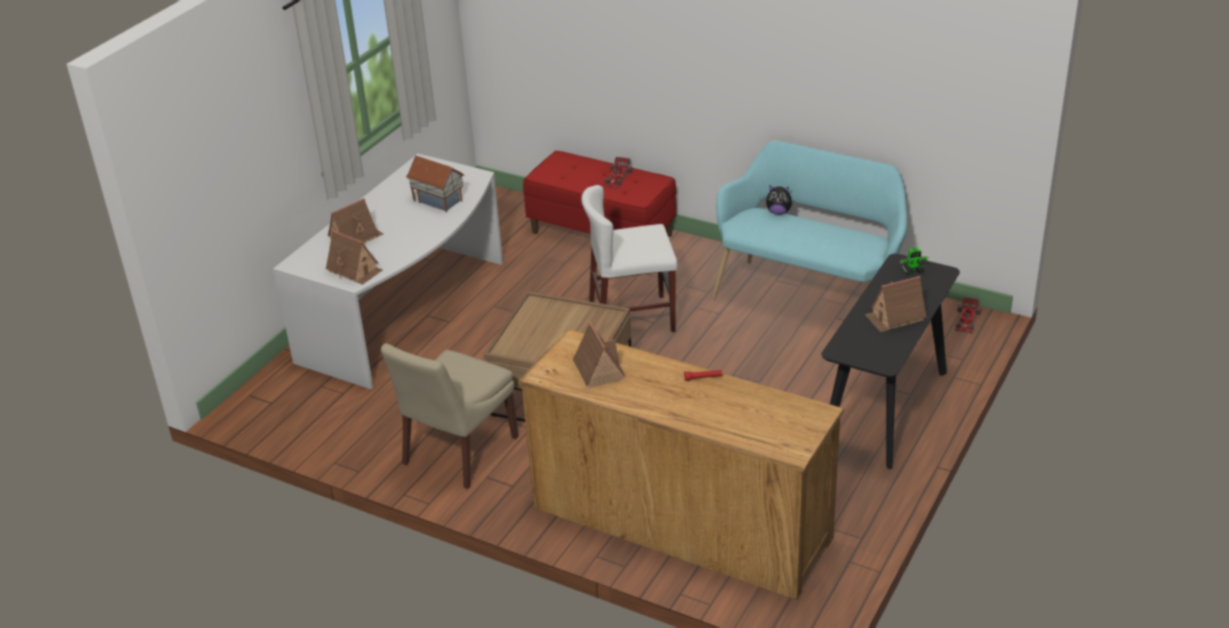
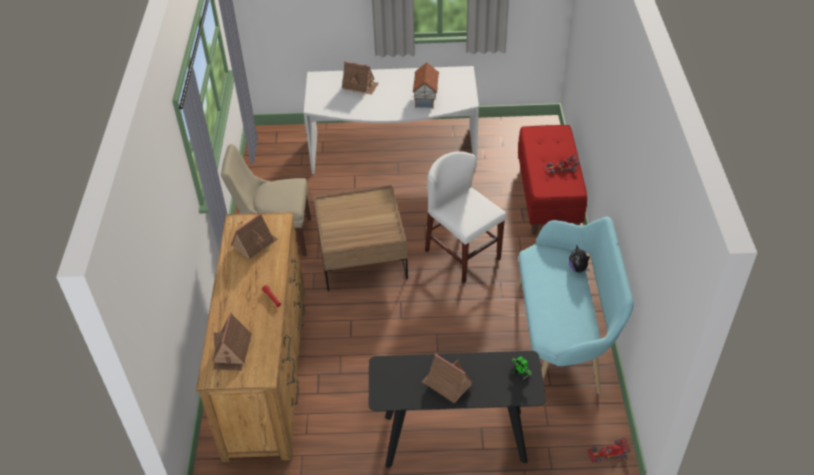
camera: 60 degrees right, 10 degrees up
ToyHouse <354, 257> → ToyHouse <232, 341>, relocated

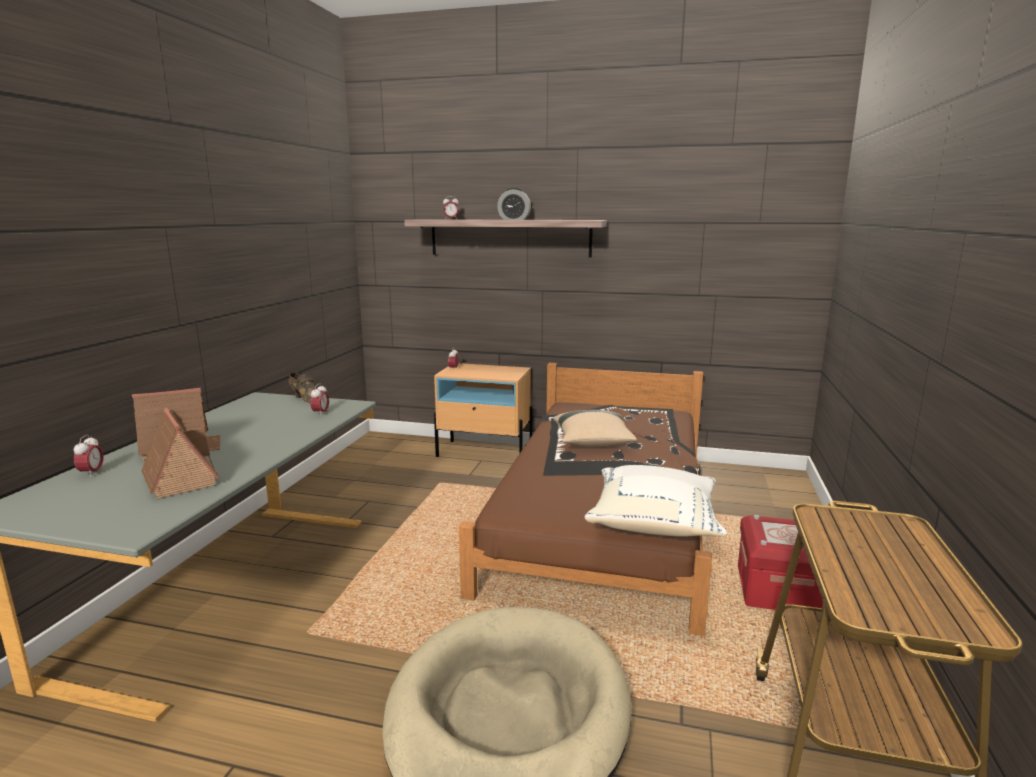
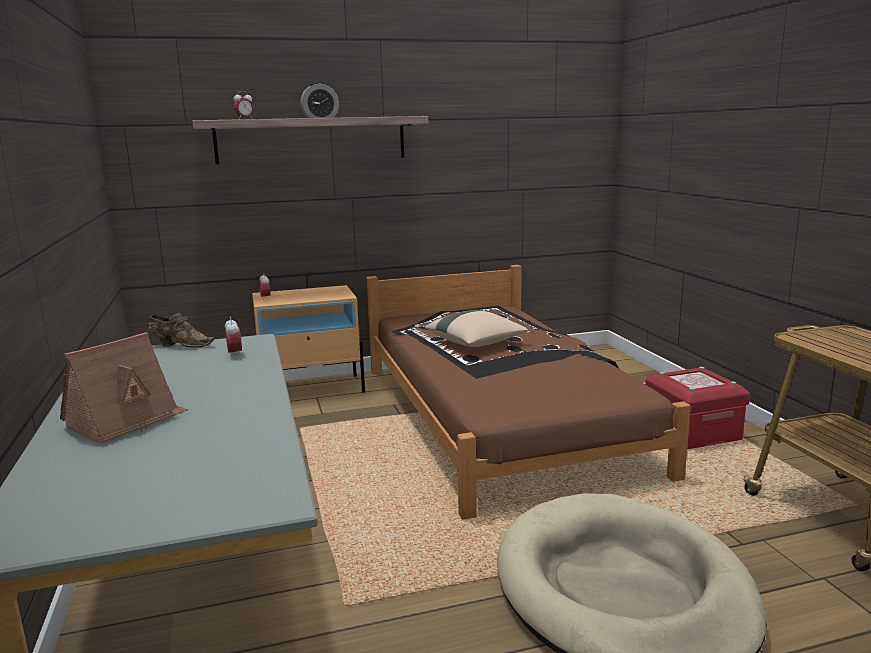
camera: 30 degrees left, 0 degrees up
AlarmClock <88, 456> → -
ToyHouse <180, 453> → -
WhitePillow <656, 501> → -

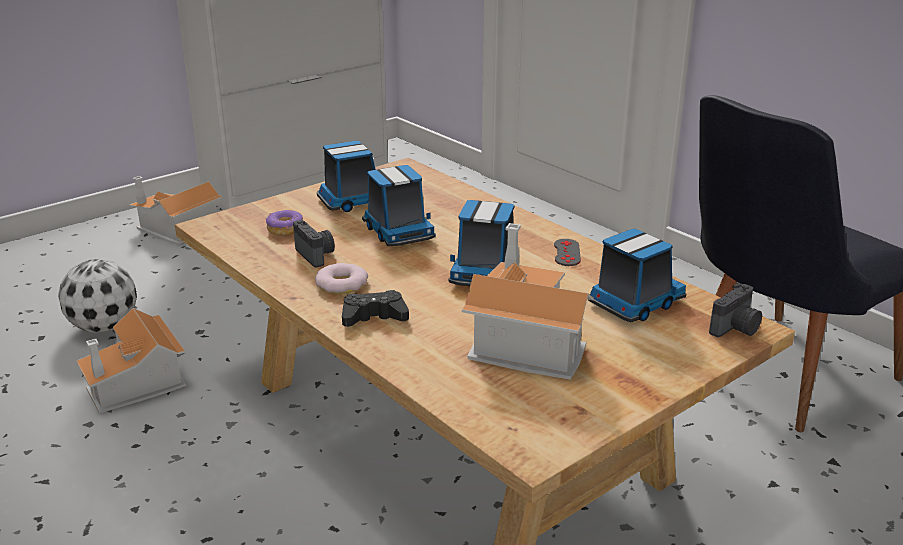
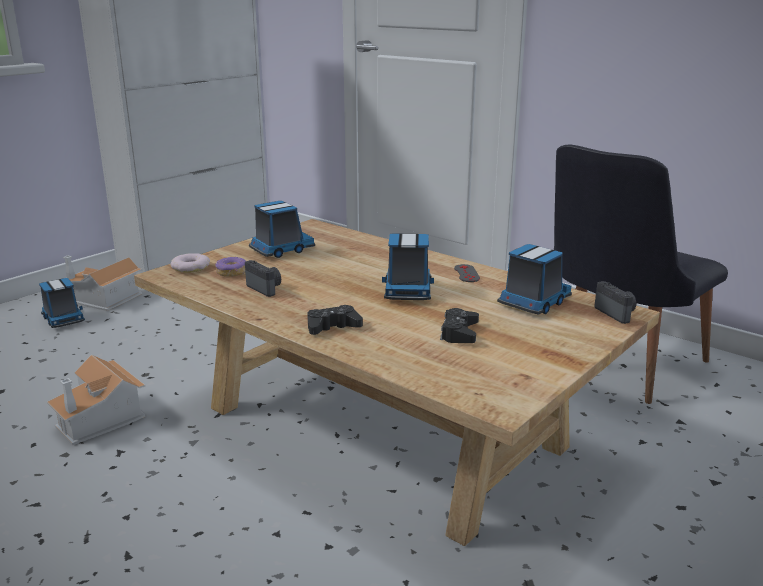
camera: 10 degrees left, 5 degrees down
Football <97, 295> → -
Donut <341, 278> → Donut <190, 263>, relocated
ToyTruck <399, 205> → ToyTruck <62, 303>, relocated
ToyHouse <528, 301> → BlackGameController <459, 325>
PhotoCamera <735, 310> → PhotoCamera <615, 302>, 60 degrees counterclockwise

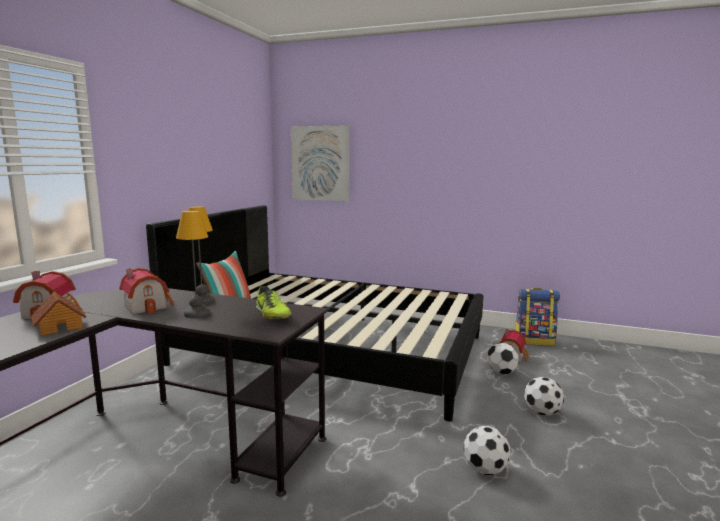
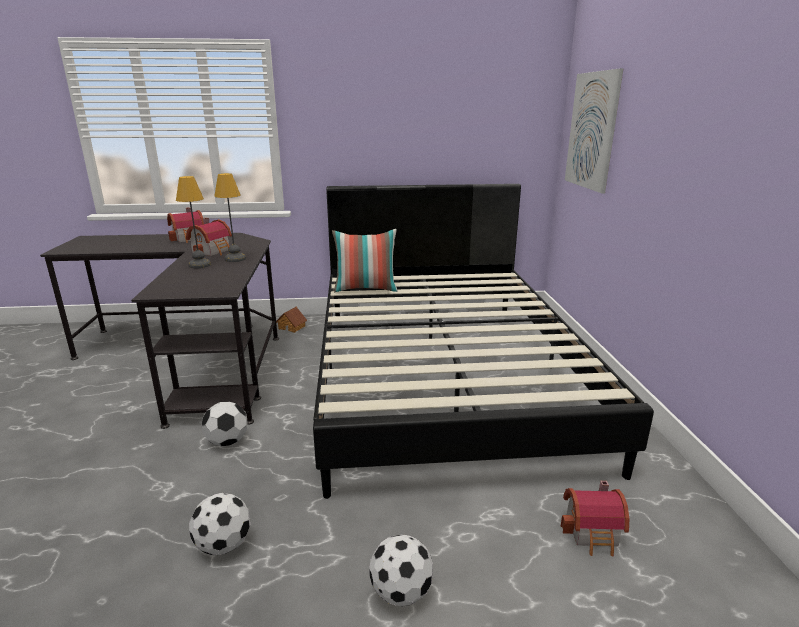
camera: 65 degrees right, 10 degrees up
Shoe <274, 302> → -
Backpack <537, 317> → -
ToyHouse <59, 313> → ToyHouse <291, 319>, relocated
Football <503, 359> → Football <225, 424>, relocated

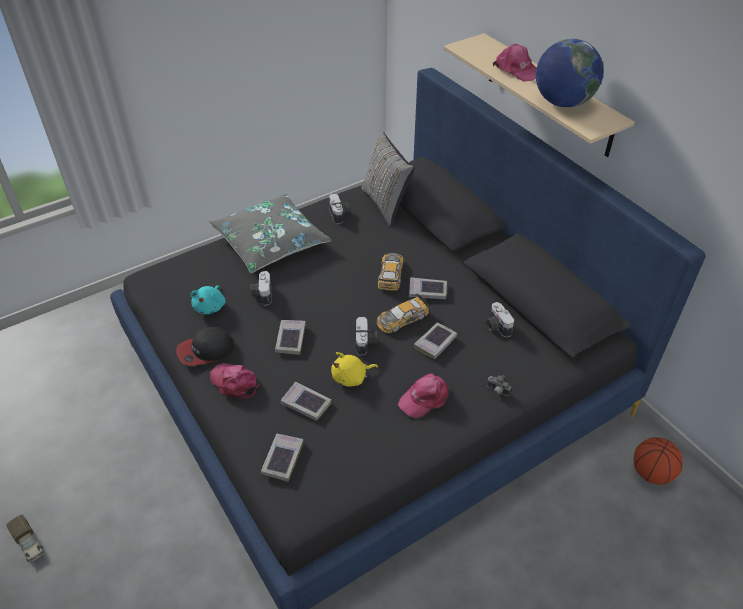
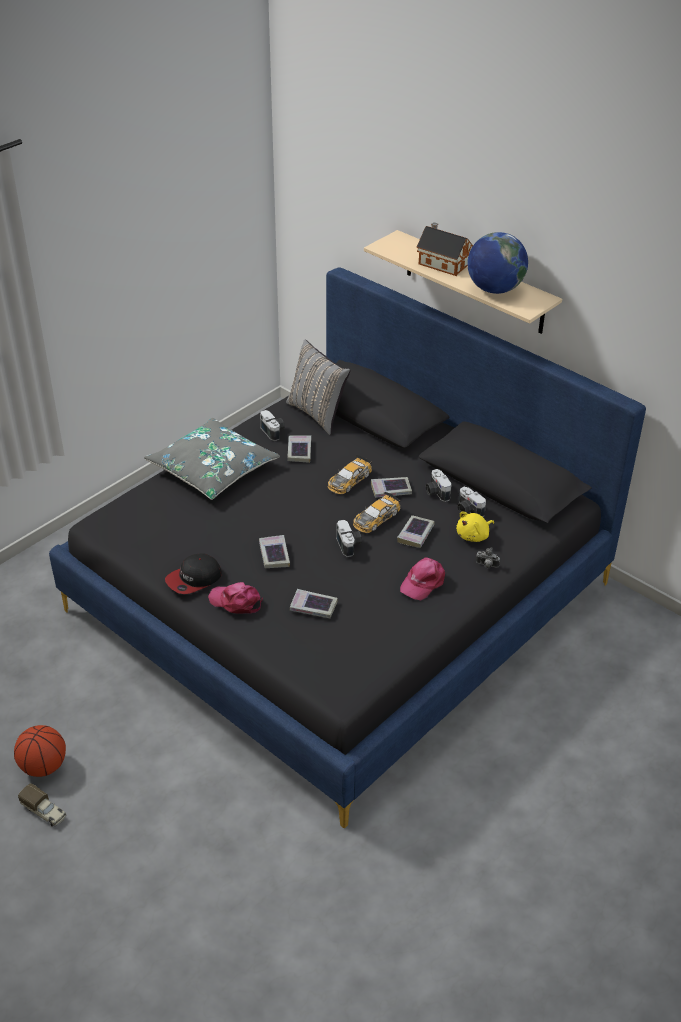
camera: 15 degrees left, 5 degrees down
TurquoisePlushToy <208, 299> → -
PhotoCamera <261, 288> → PhotoCamera <439, 485>, relocated
Book <282, 458> → Book <299, 449>, relocated
YellowPlushToy <354, 369> → YellowPlushToy <475, 526>, relocated
Basketball <658, 461> → Basketball <40, 751>, relocated
PinkCap <515, 63> → ToyHouse <444, 249>
ToyCar <390, 272> → ToyCar <349, 474>, 135 degrees counterclockwise

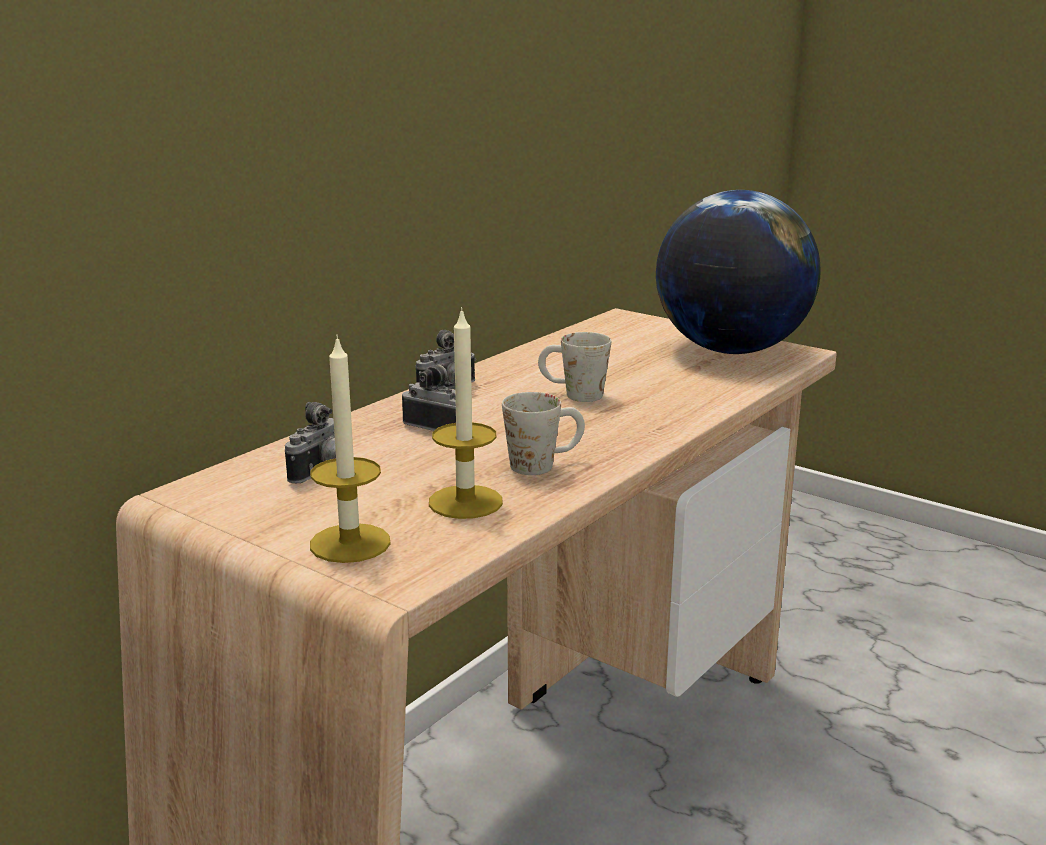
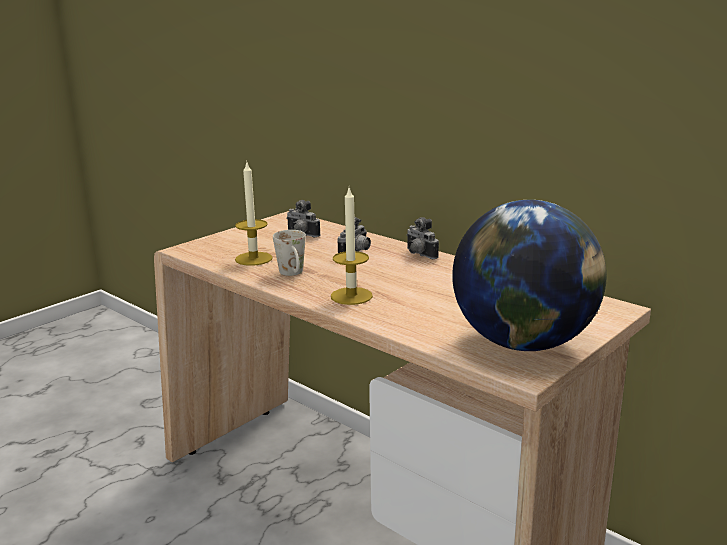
camera: 95 degrees right, 0 degrees up
WhiteMug <574, 367> → -
Candle <350, 449> → Candle <352, 246>, relocated

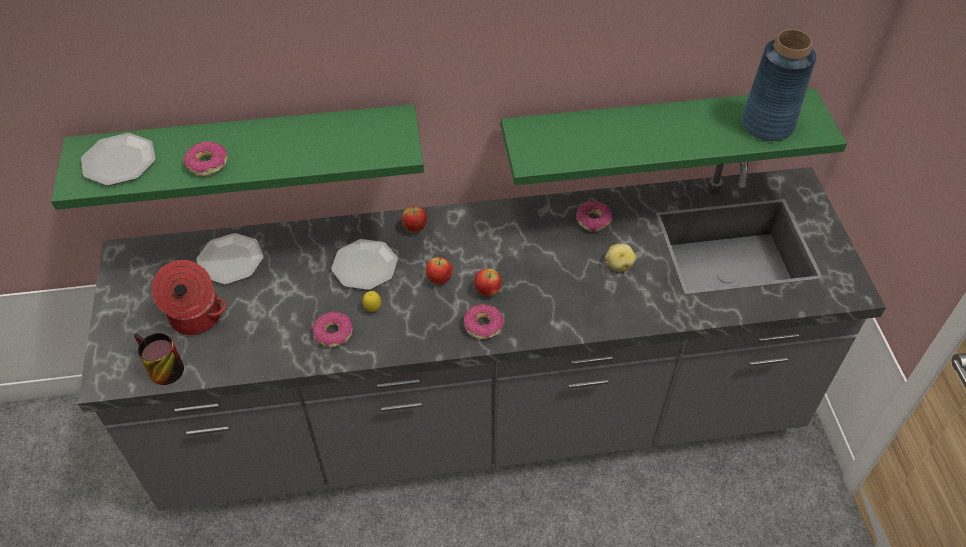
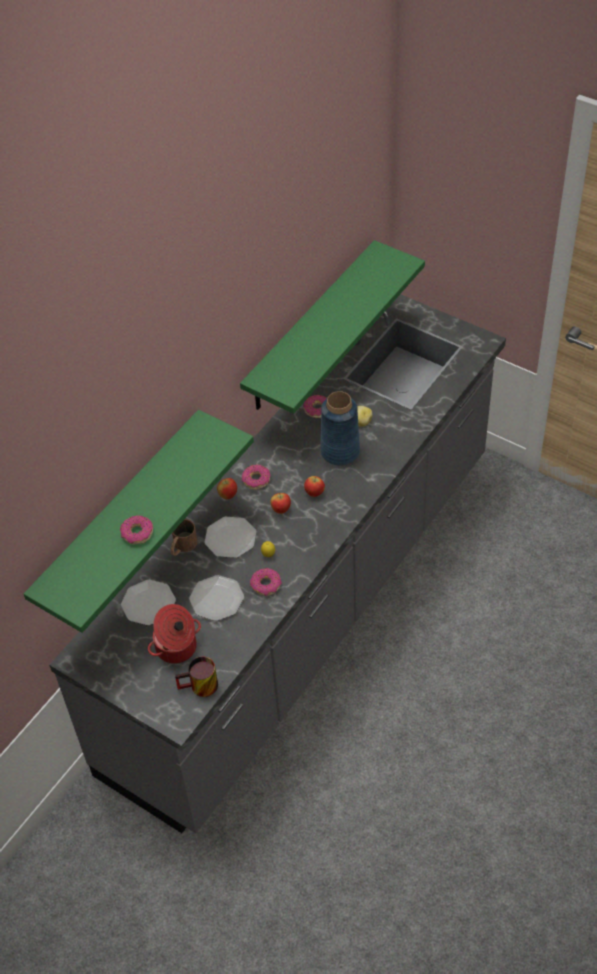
camera: 45 degrees left, 0 degrees up
- → BrownMug <184, 537>
Plate <118, 159> → Plate <216, 598>, relocated
Donut <484, 321> → Donut <256, 477>, relocated
BlueVase <778, 85> → BlueVase <340, 428>, relocated

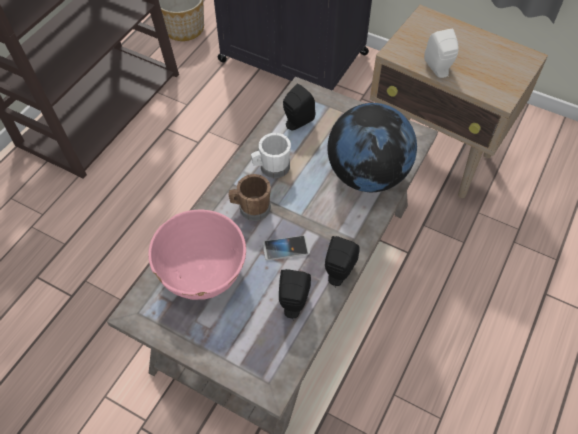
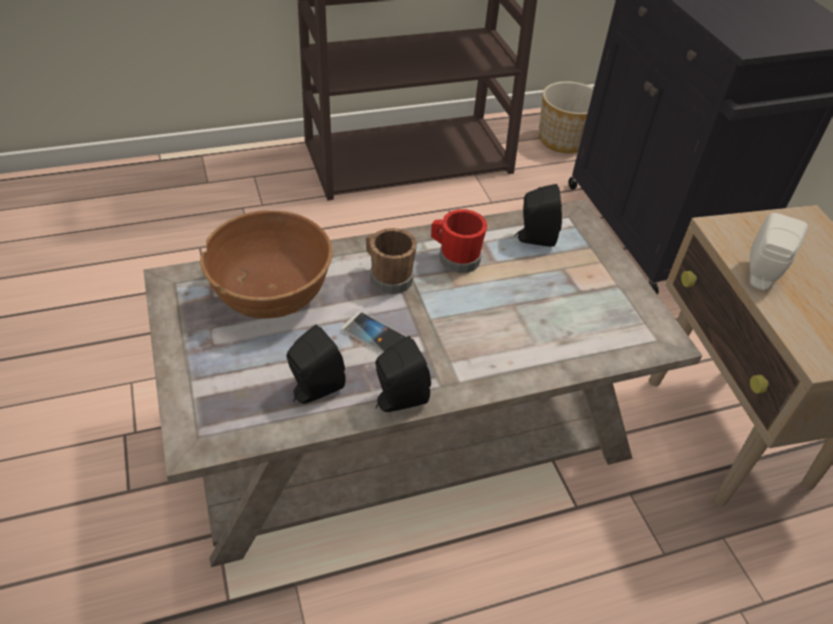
camera: 40 degrees right, 10 degrees down
Globe <372, 147> → -
PinkBowl <197, 255> → BrownBowl <266, 264>
WhiteMug <271, 155> → RedMug <459, 241>

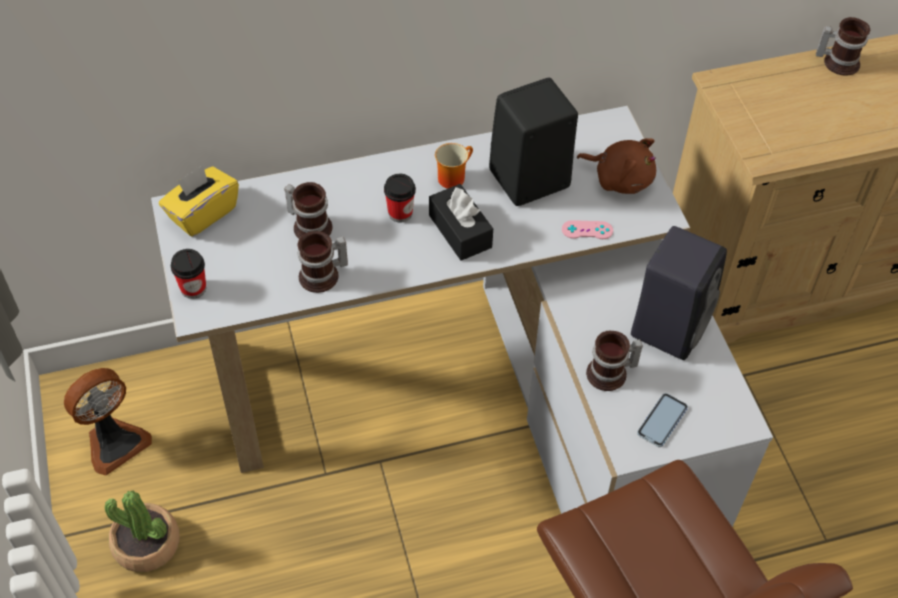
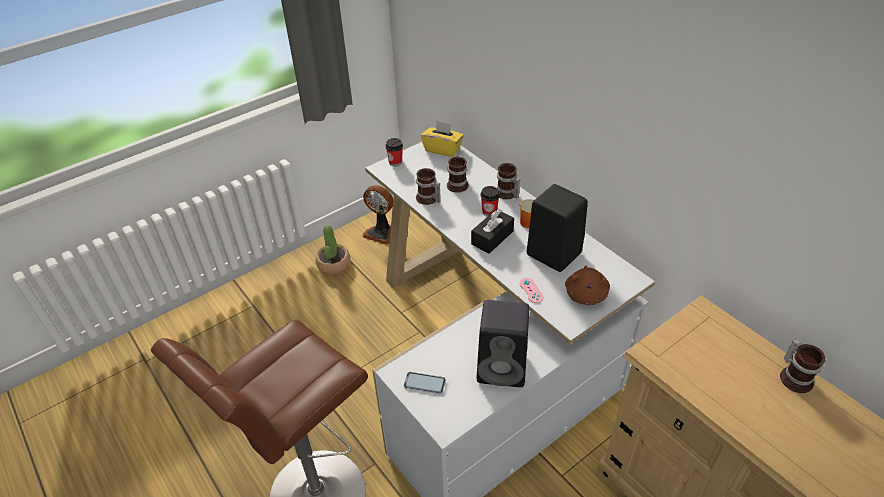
camera: 70 degrees right, 10 degrees down
Mug <614, 361> → Mug <508, 181>, relocated

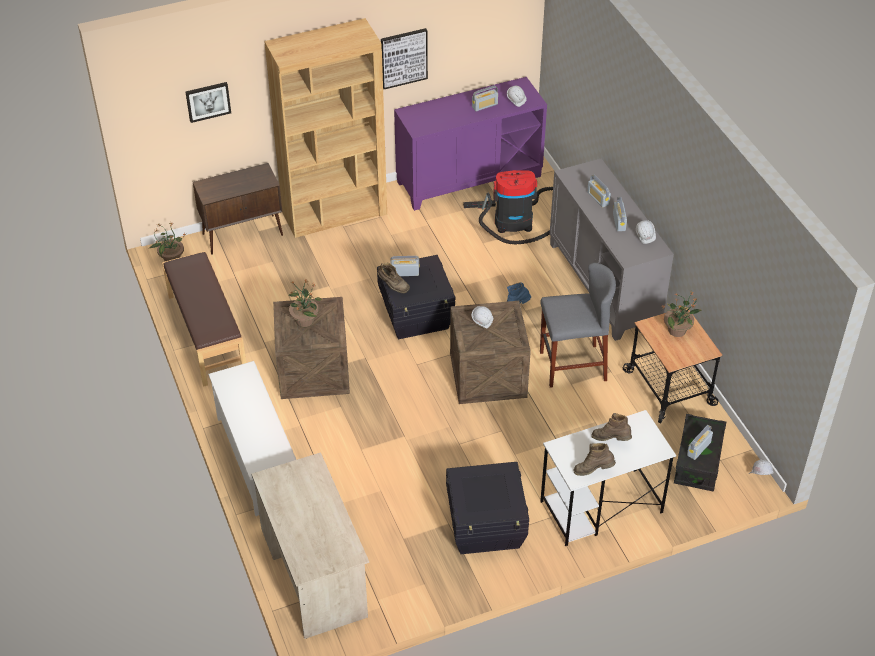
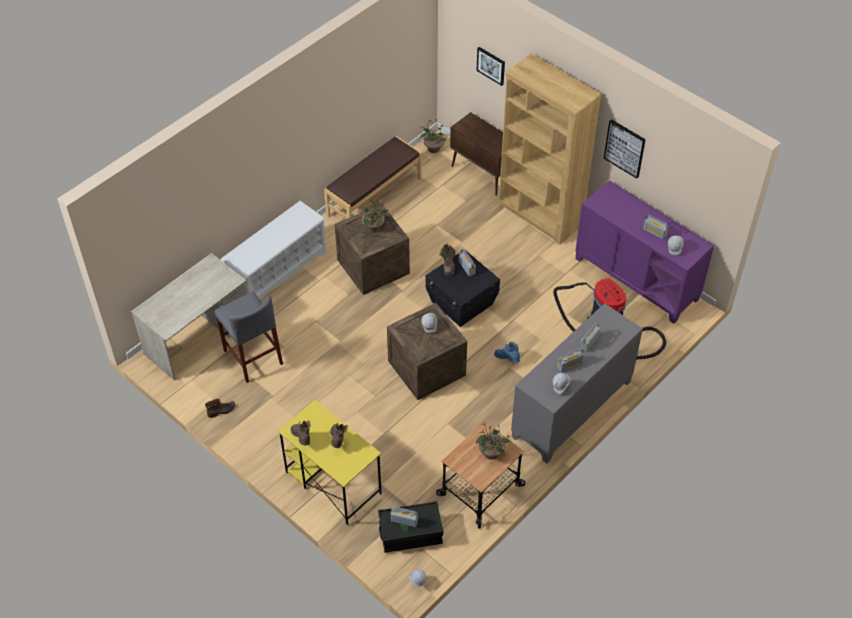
camera: 65 degrees right, 5 degrees up
BlackStorageBox <487, 508> → -
- → Boot <220, 408>
GreyStool <578, 325> → GreyStool <249, 337>, relocated
WhiteDesk <608, 478> → YellowDesk <329, 462>

